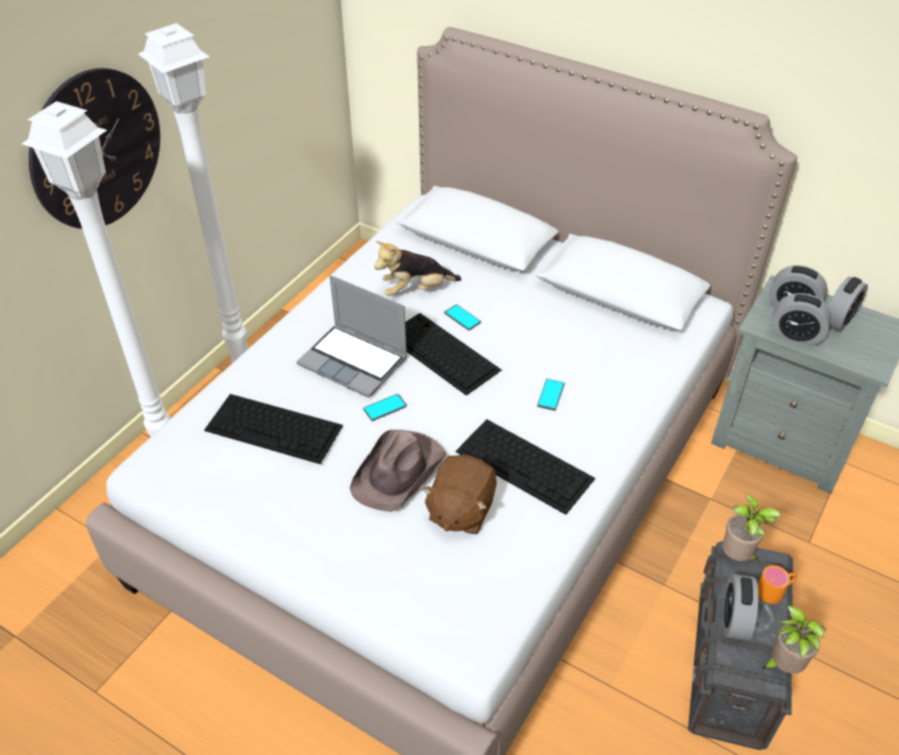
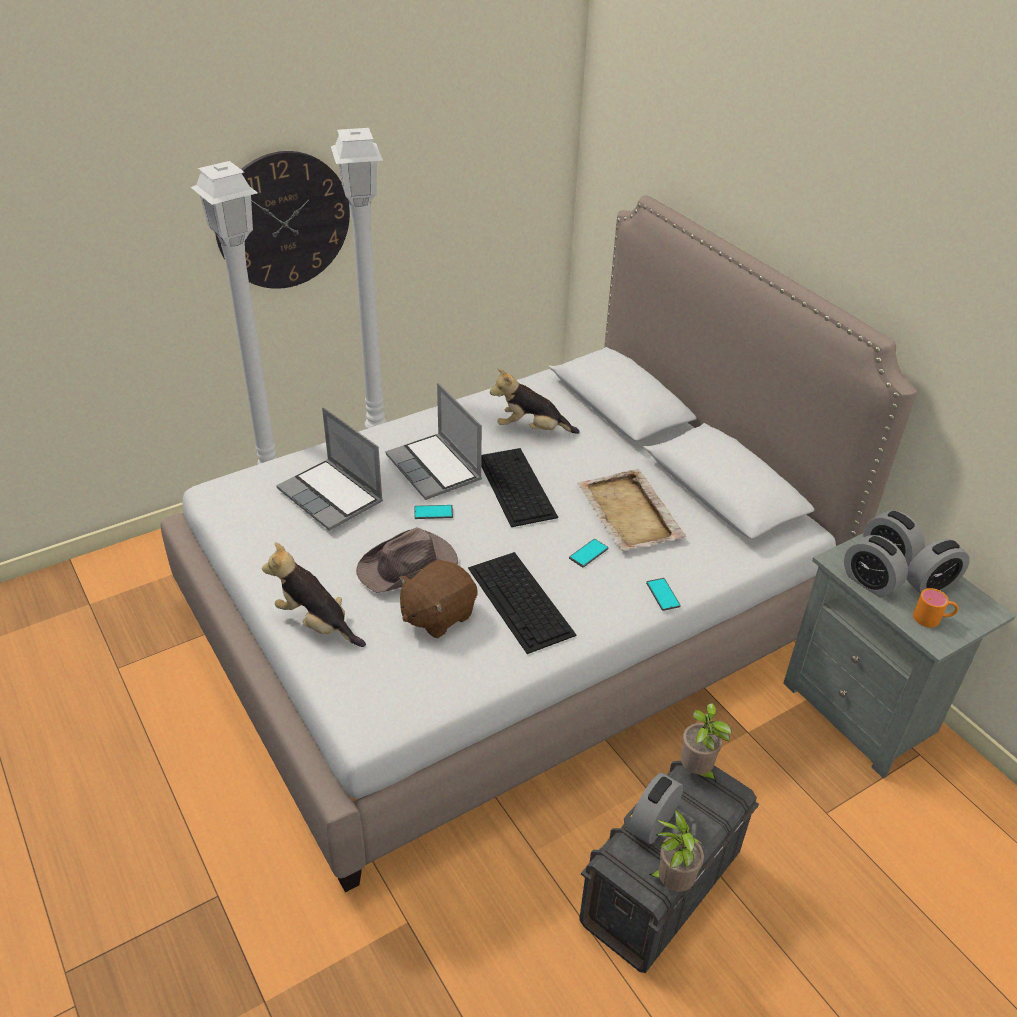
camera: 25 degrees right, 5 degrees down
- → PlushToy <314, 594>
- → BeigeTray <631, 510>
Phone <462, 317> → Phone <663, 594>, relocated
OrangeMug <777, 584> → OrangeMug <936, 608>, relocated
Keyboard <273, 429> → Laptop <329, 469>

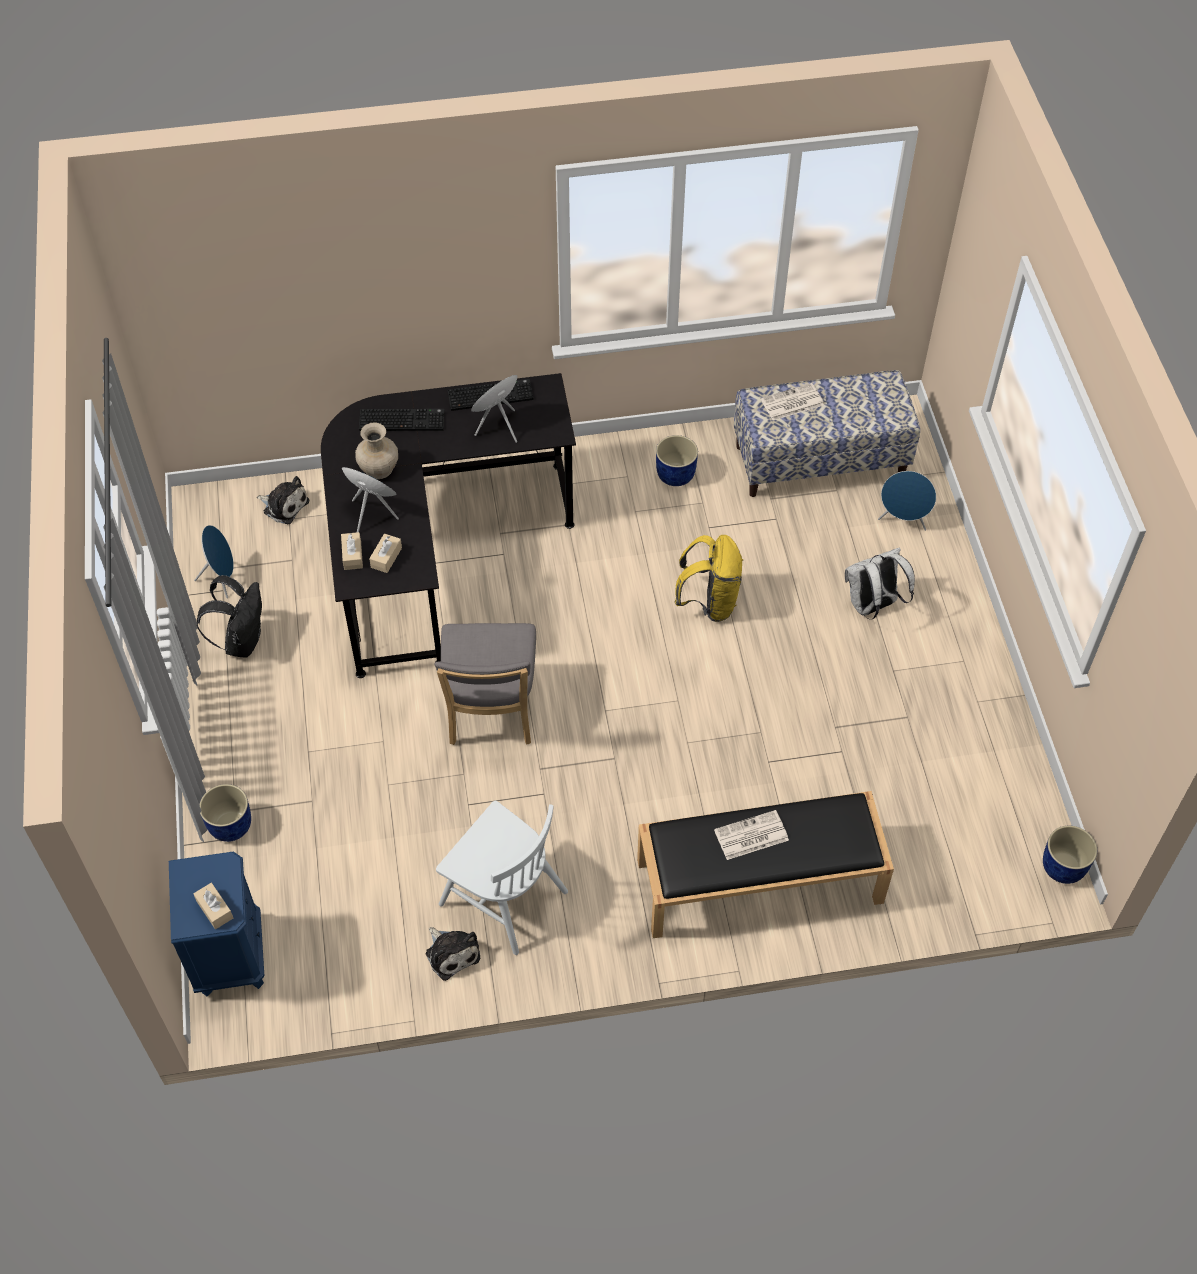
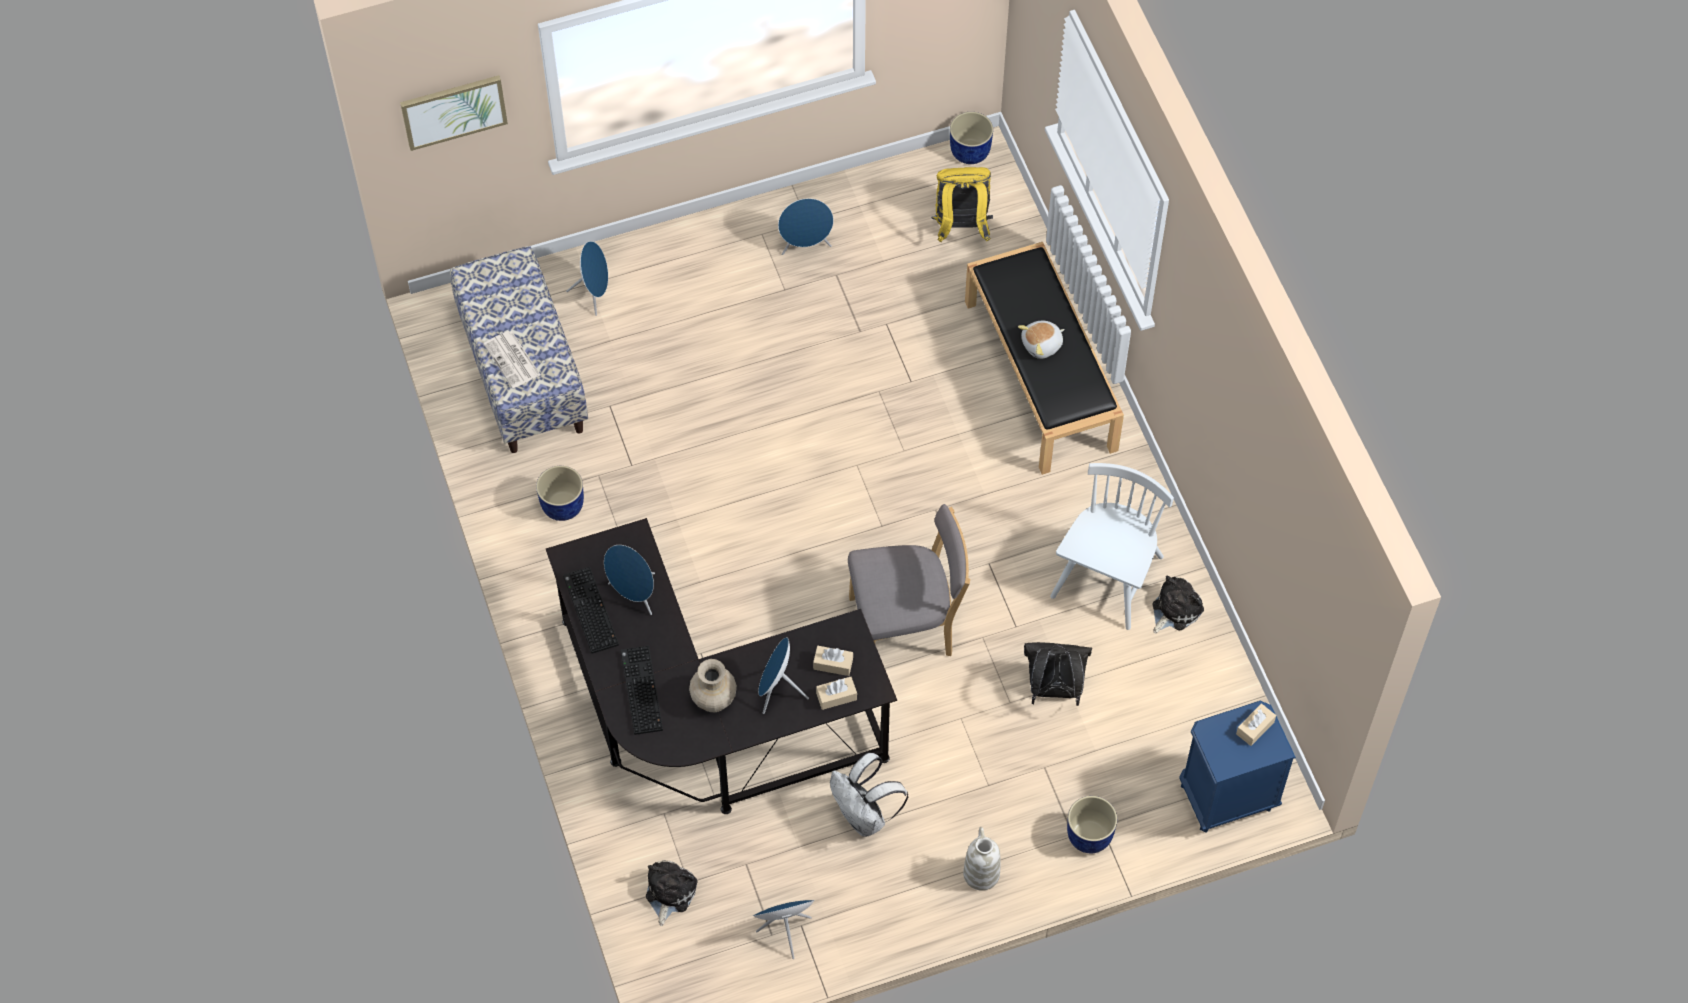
camera: 100 degrees left, 5 degrees up
- → Picture <454, 113>
- → BlueSpeaker <806, 226>
- → WhiteVase <982, 859>
BlackBackpack <229, 616> → BlackBackpack <1058, 674>, relocated
YellowBackpack <708, 578> → YellowBackpack <962, 204>, relocated
WhiteBackpack <880, 583> → WhiteBackpack <869, 795>, relocated
Newspaper <751, 835> → PlushToy <1041, 340>

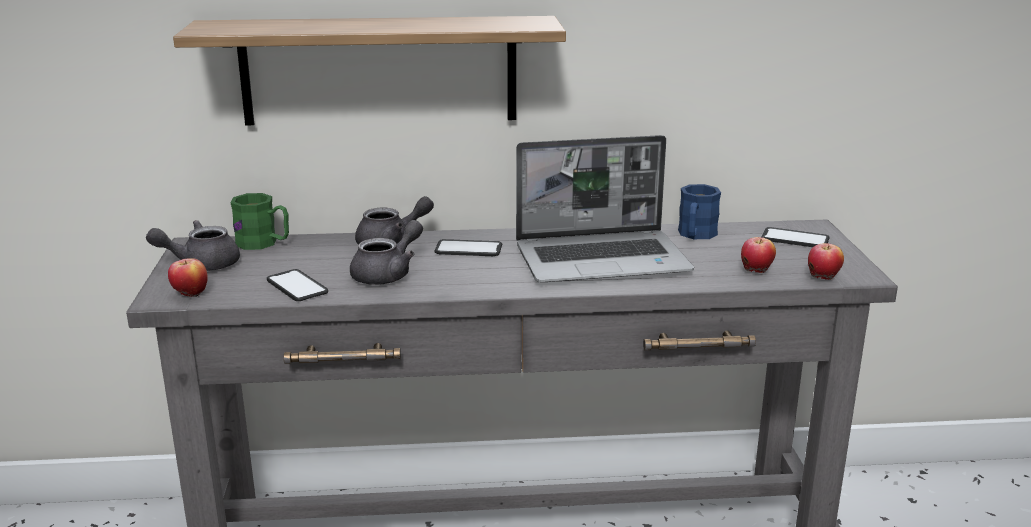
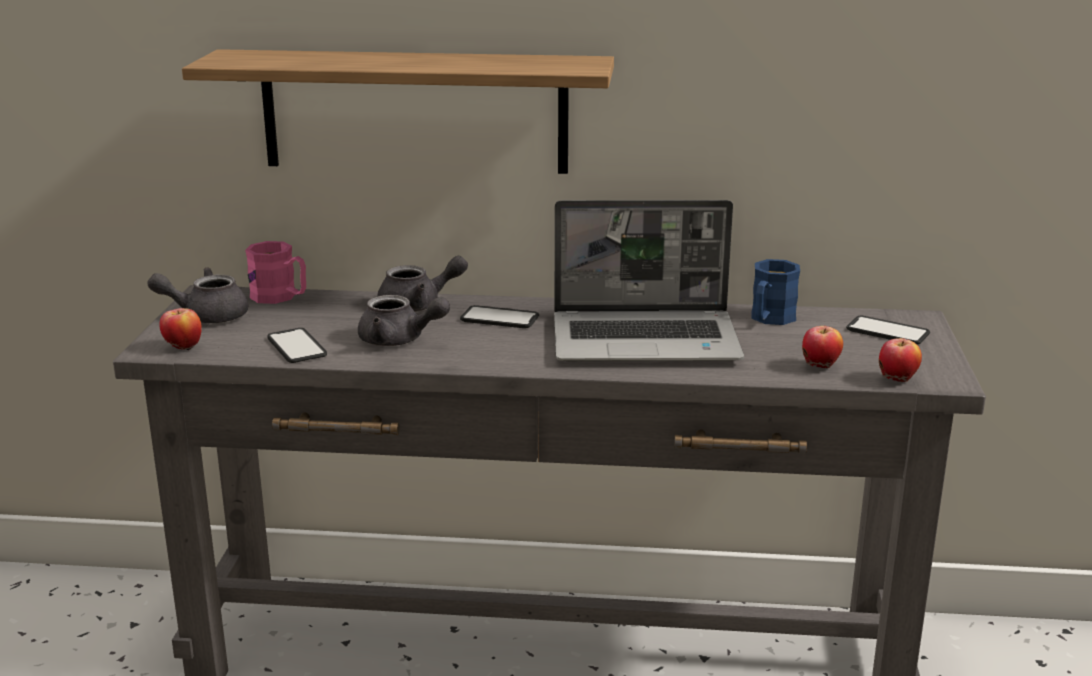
camera: 10 degrees right, 0 degrees up
GreenMug <259, 221> → PinkMug <275, 272>
GreyTeapot <386, 252> → GreyTeapot <404, 320>, 60 degrees clockwise

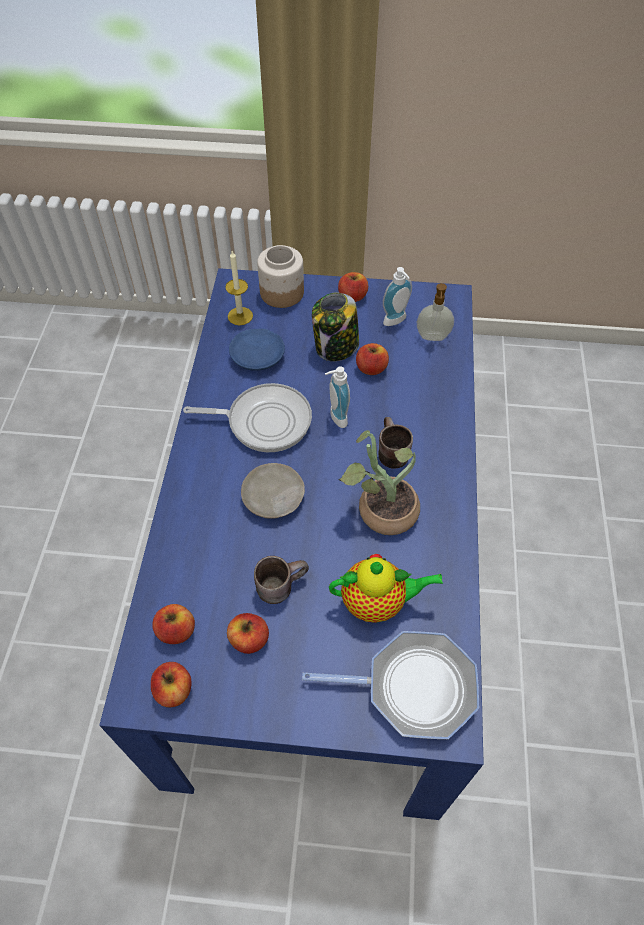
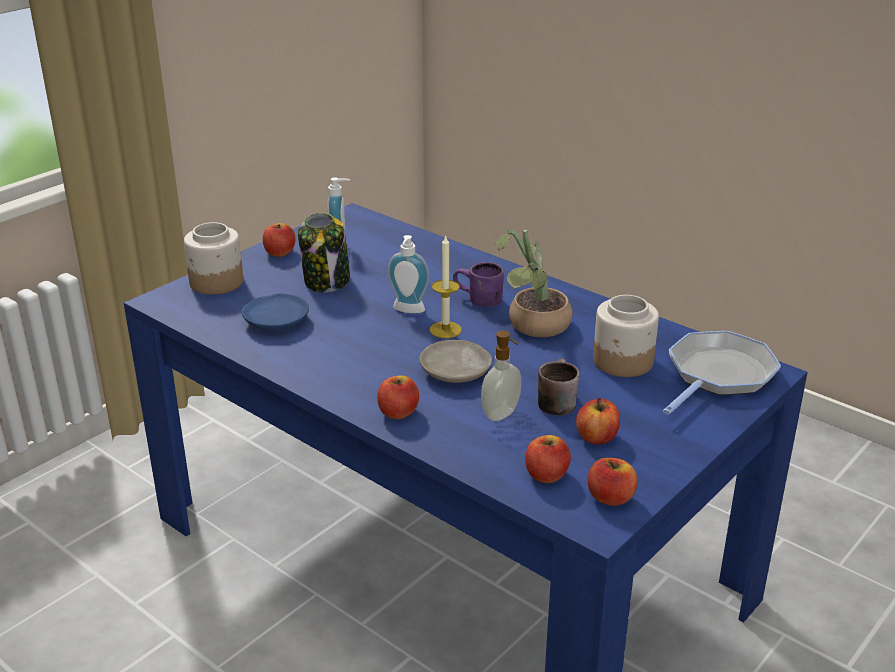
camera: 55 degrees left, 25 degrees down
FryingPan <247, 417> → -
Candle <239, 288> → Candle <446, 286>, relocated
Apple <372, 359> → Apple <398, 397>, relocated
SoapDispenser <435, 312> → SoapDispenser <501, 375>, relocated
Teapot <386, 588> → Jar <626, 336>
BrownMug <395, 443> → PurpleMug <478, 284>

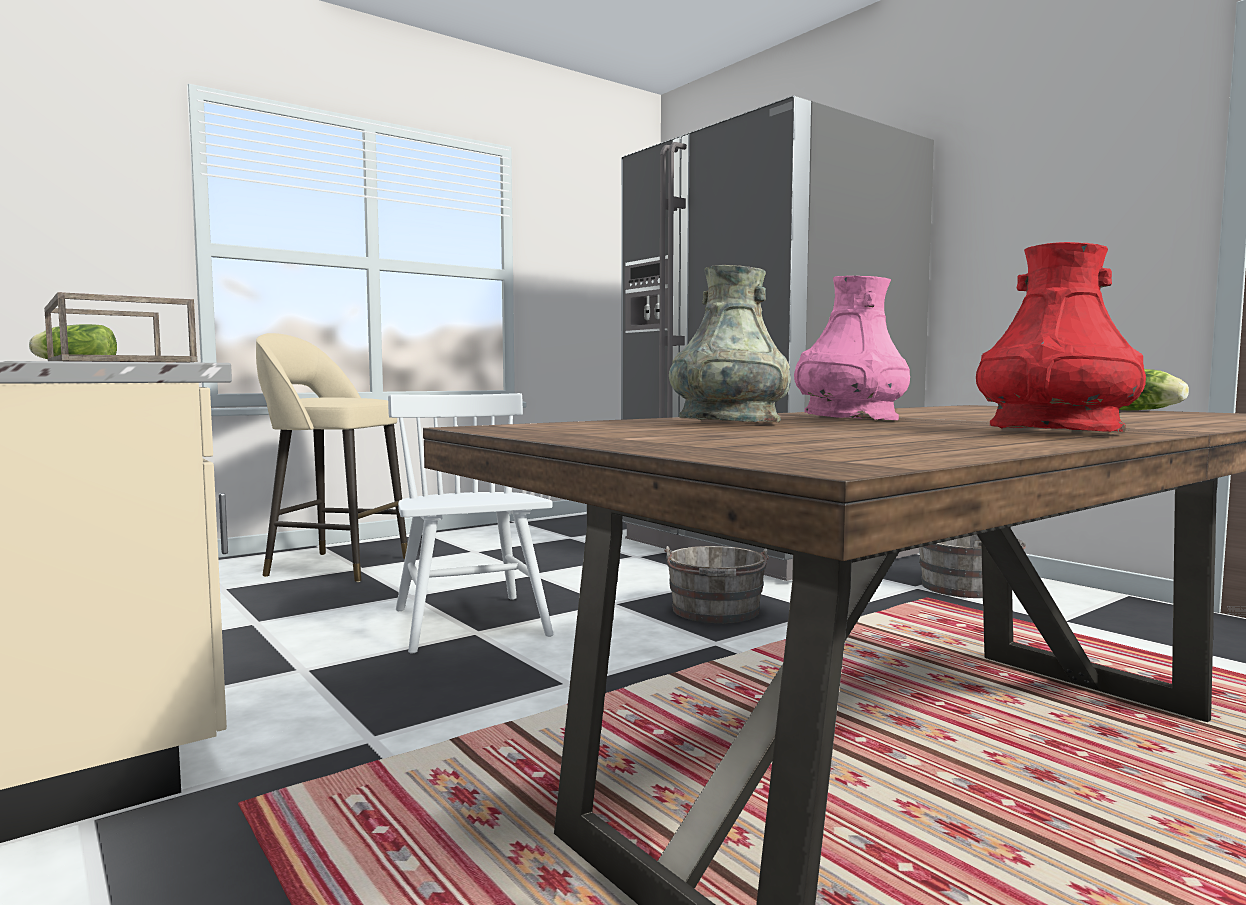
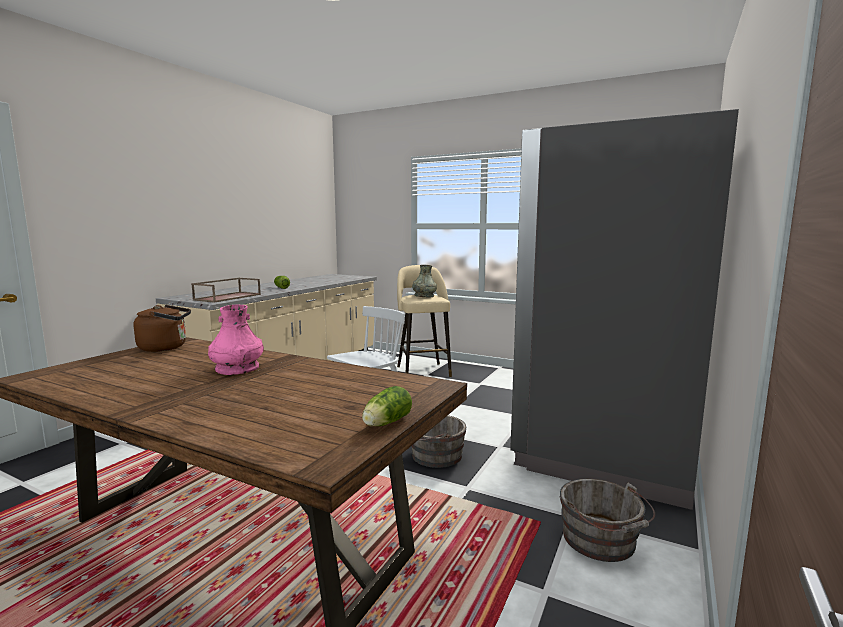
camera: 65 degrees right, 5 degrees up
RedVase <1061, 337> → -
- → BrownKettle <162, 328>
GreyVase <730, 343> → GreyVase <424, 281>, relocated

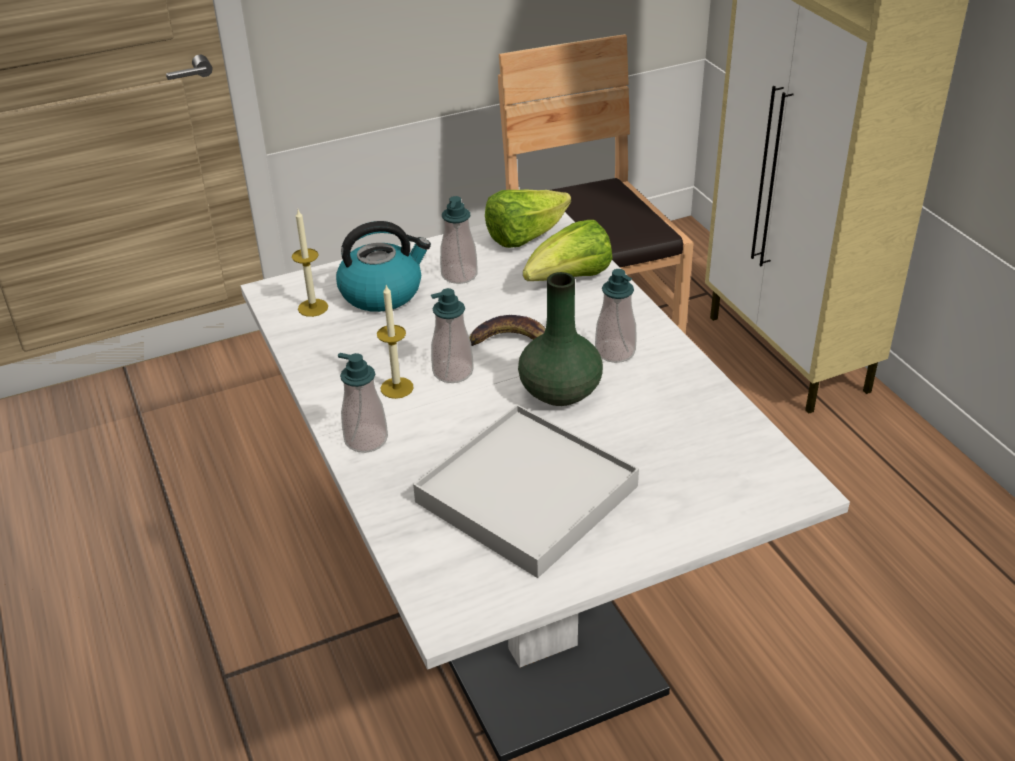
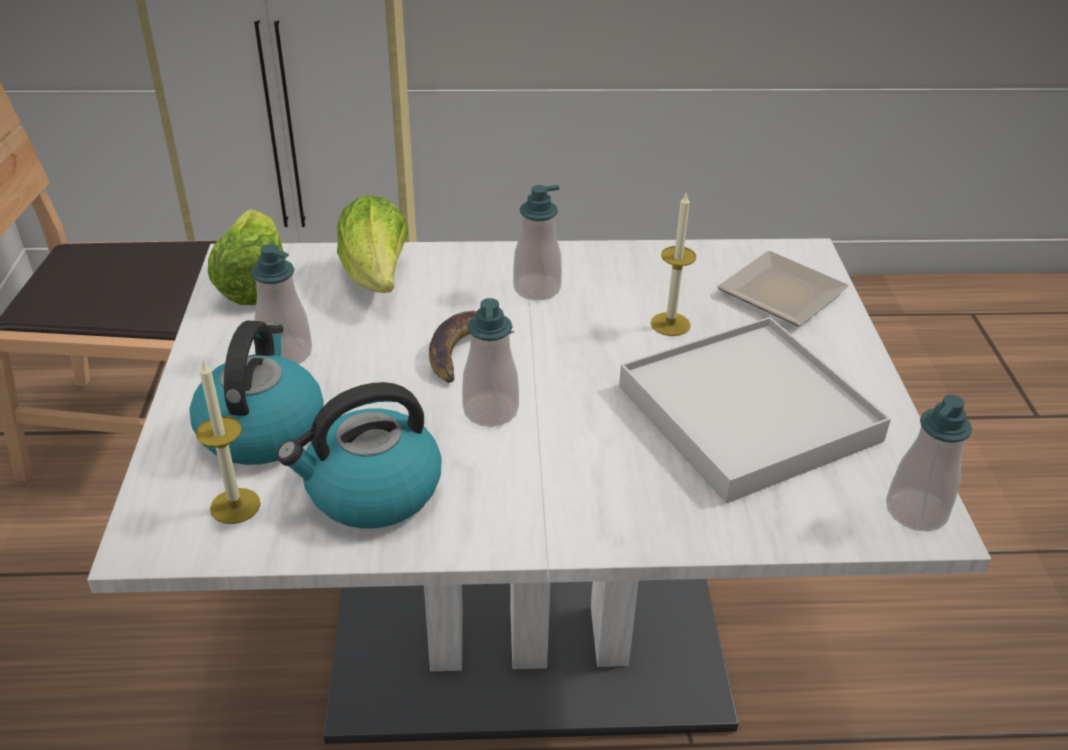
camera: 70 degrees left, 0 degrees up
GreenVase <560, 339> → -
- → Kettle <359, 455>
- → Plate <783, 288>
SoapDispenser <363, 403> → SoapDispenser <929, 463>, relocated
Candle <395, 342> → Candle <673, 264>, relocated

